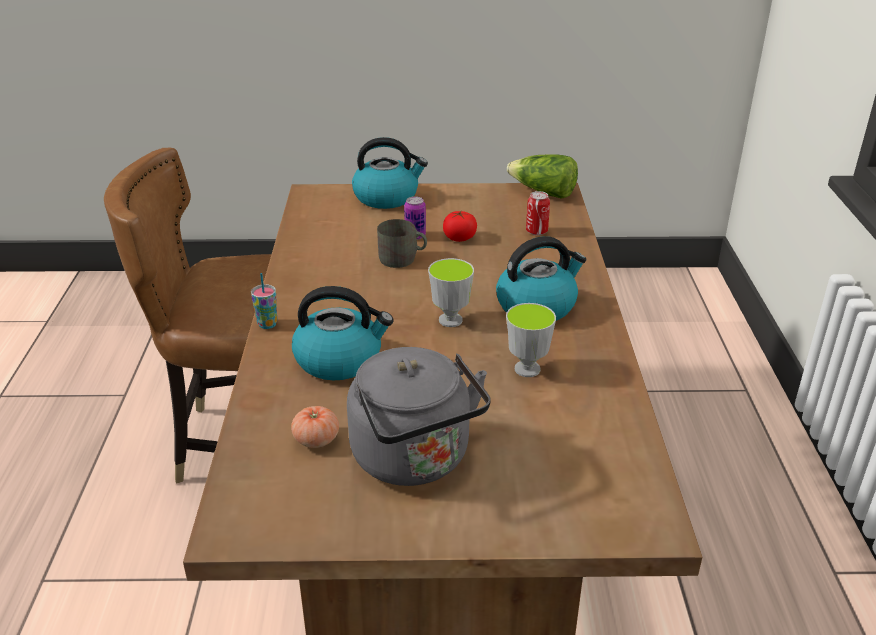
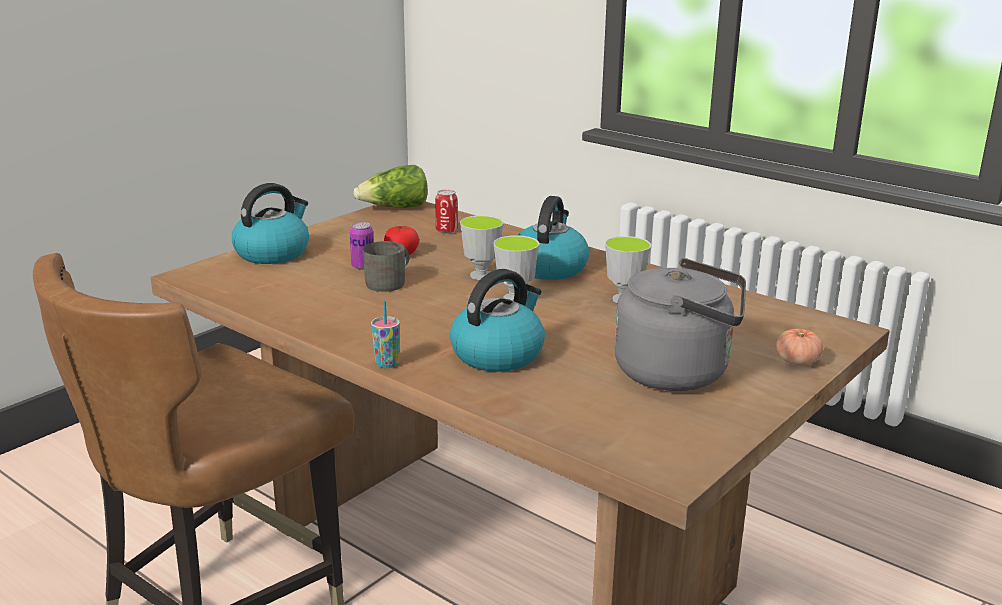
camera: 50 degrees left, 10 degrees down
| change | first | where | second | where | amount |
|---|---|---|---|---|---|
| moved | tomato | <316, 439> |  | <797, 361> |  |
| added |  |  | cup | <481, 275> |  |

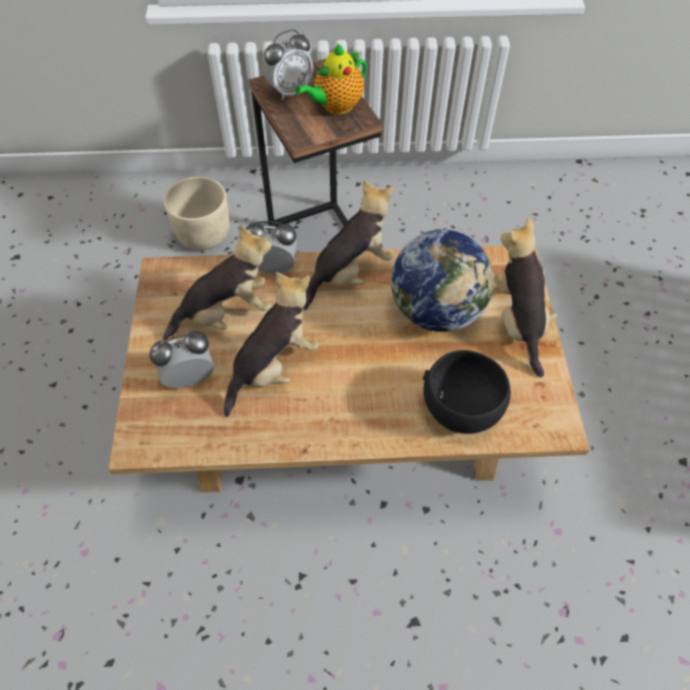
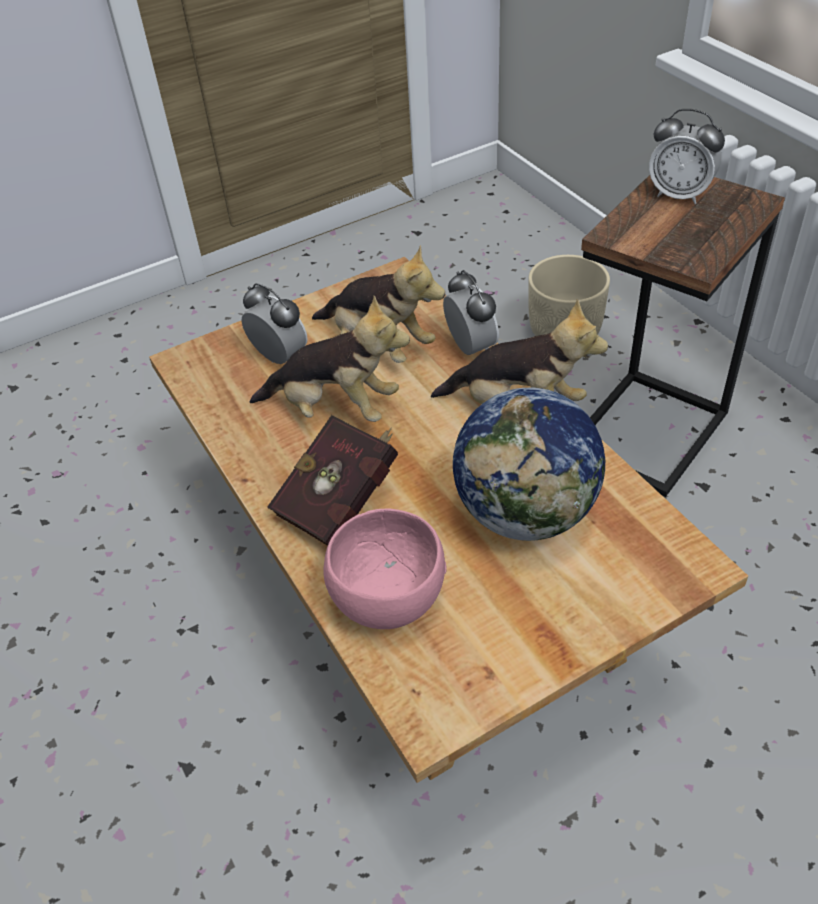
camera: 65 degrees right, 10 degrees down
| change | first | where | second | where | amount |
|---|---|---|---|---|---|
| removed | teapot | <336, 107> |  |  |  |
| recoloured | bowl (black) | <461, 410> | bowl (pink) | <387, 598> |  |
| removed | plush toy | <518, 321> |  |  |  |
| added |  |  | book (red) | <342, 500> |  |

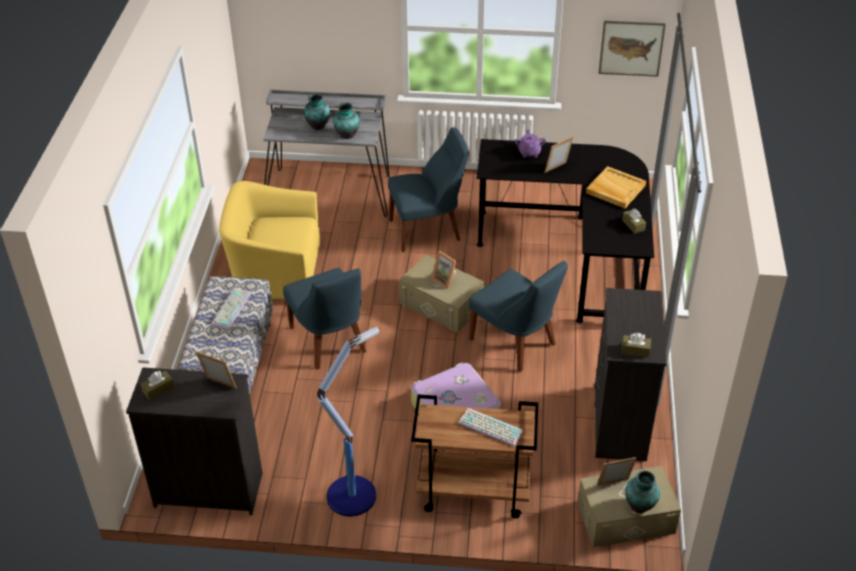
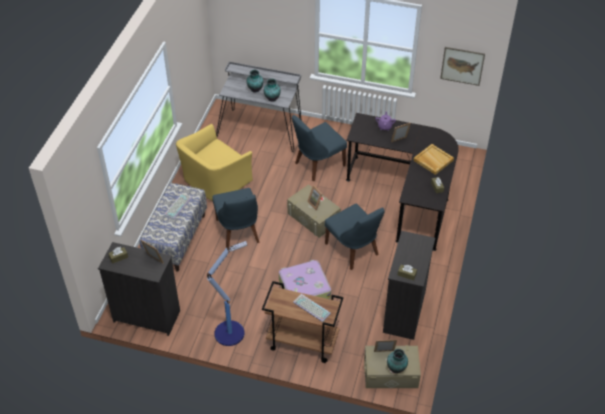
camera: 10 degrees right, 5 degrees up
| change | first | where | second | where | amount |
|---|---|---|---|---|---|
| turned | armchair (yellow) | <275, 272> |  | <215, 181> | 60 degrees counterclockwise |
| turned | chair (blue) | <428, 230> |  | <317, 165> | 150 degrees clockwise |

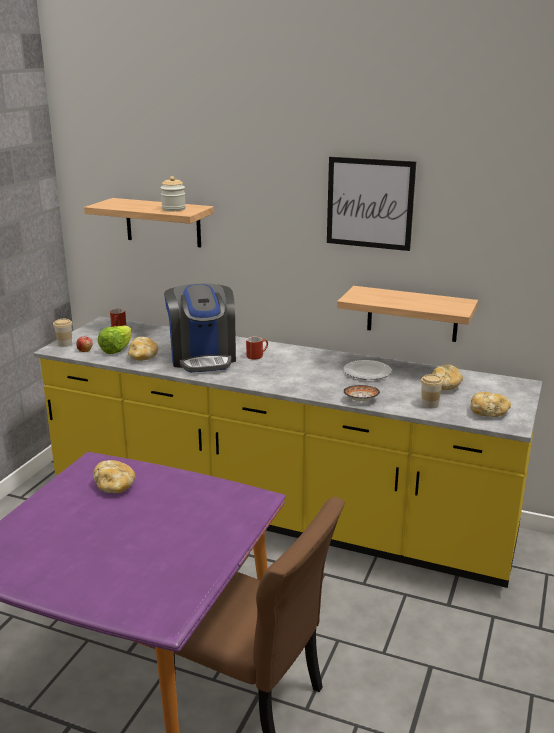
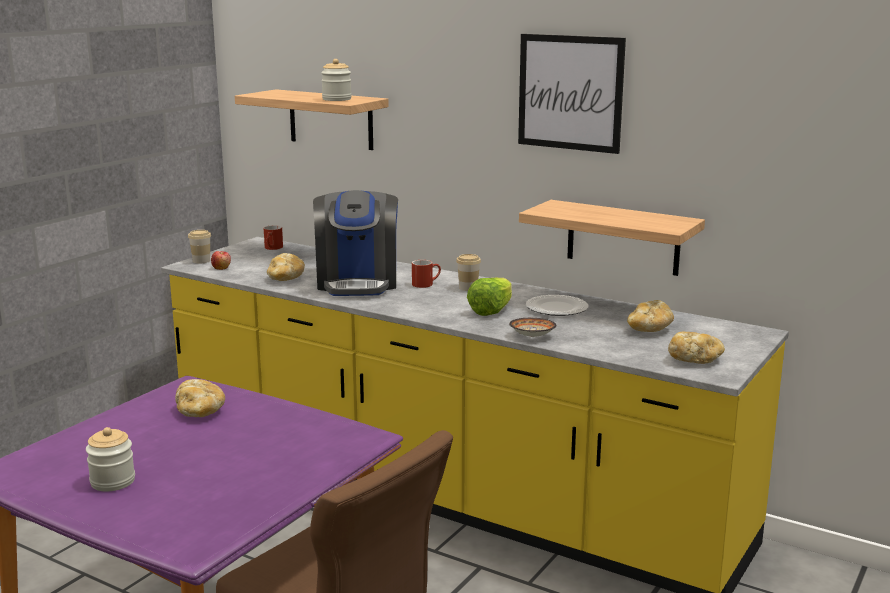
camera: 10 degrees right, 5 degrees down
| change | first | where | second | where | amount |
|---|---|---|---|---|---|
| moved | lettuce | <117, 349> |  | <491, 311> |  |
| moved | cup | <429, 404> |  | <468, 288> |  |
| added |  |  | jar | <113, 481> |  |

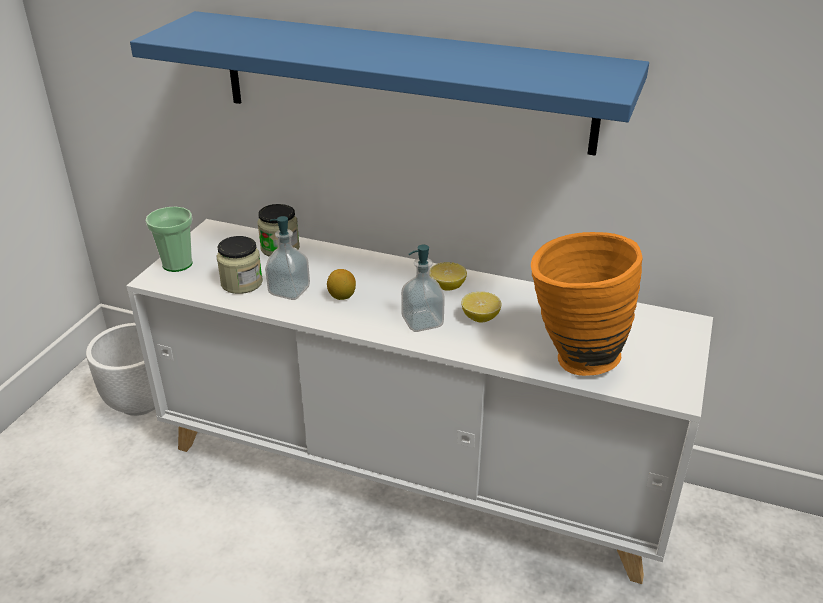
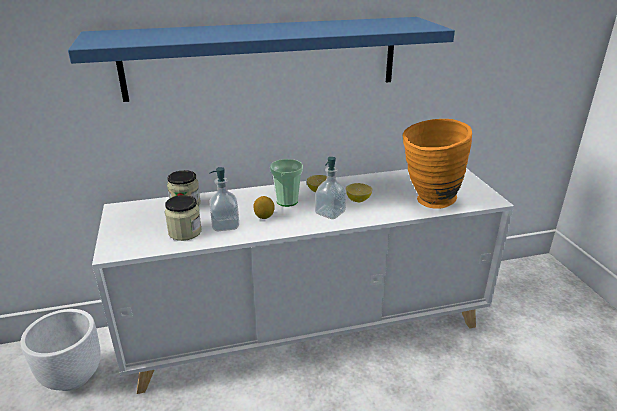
camera: 35 degrees left, 5 degrees down
| change | first | where | second | where | amount |
|---|---|---|---|---|---|
| moved | cup | <177, 264> |  | <287, 201> |  |

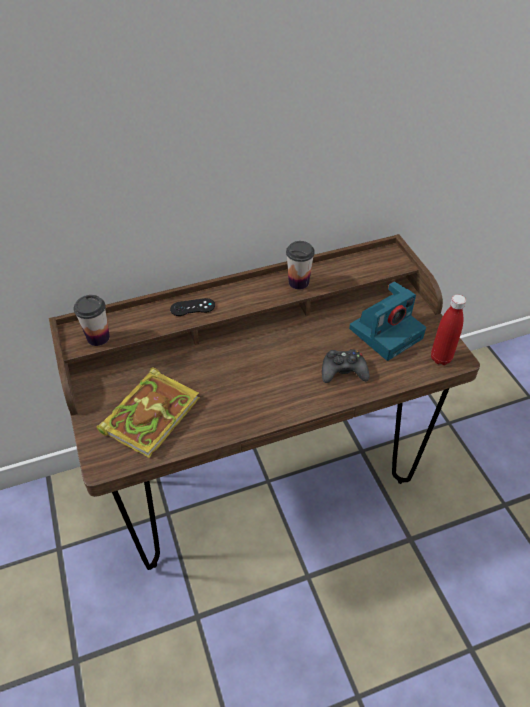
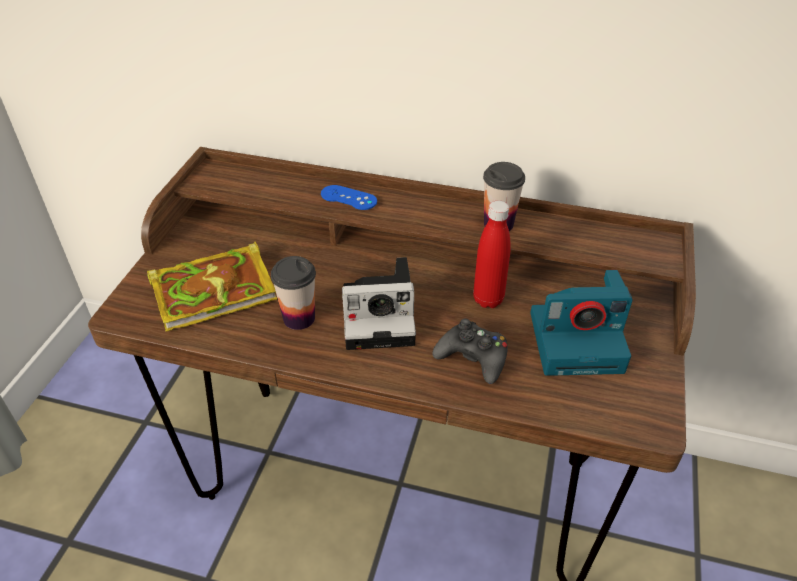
camera: 35 degrees right, 5 degrees down
| change | first | where | second | where | amount |
|---|---|---|---|---|---|
| moved | cup | <98, 337> |  | <299, 318> |  |
| recoloured | game controller (black) | <192, 307> | game controller (blue) | <348, 198> |  |
| moved | bottle (red) | <440, 358> |  | <488, 299> |  |
| added |  |  | photo camera | <382, 316> |  |

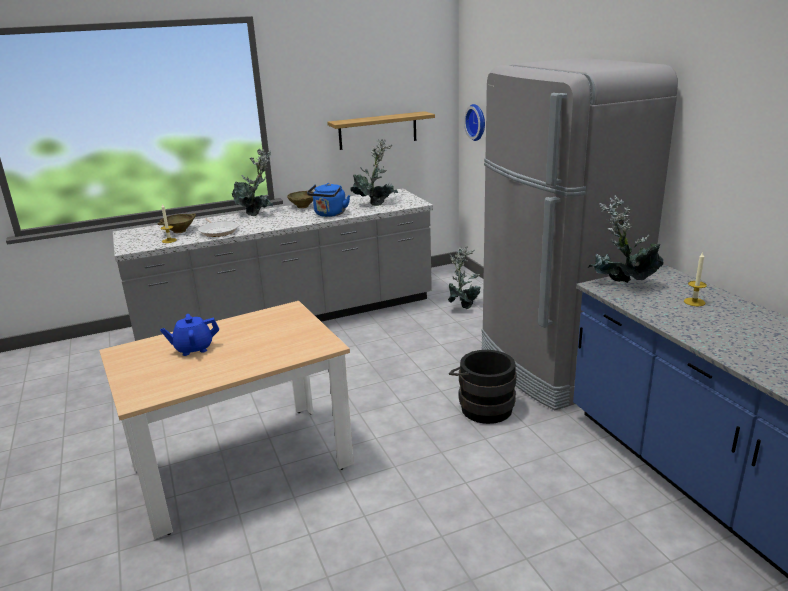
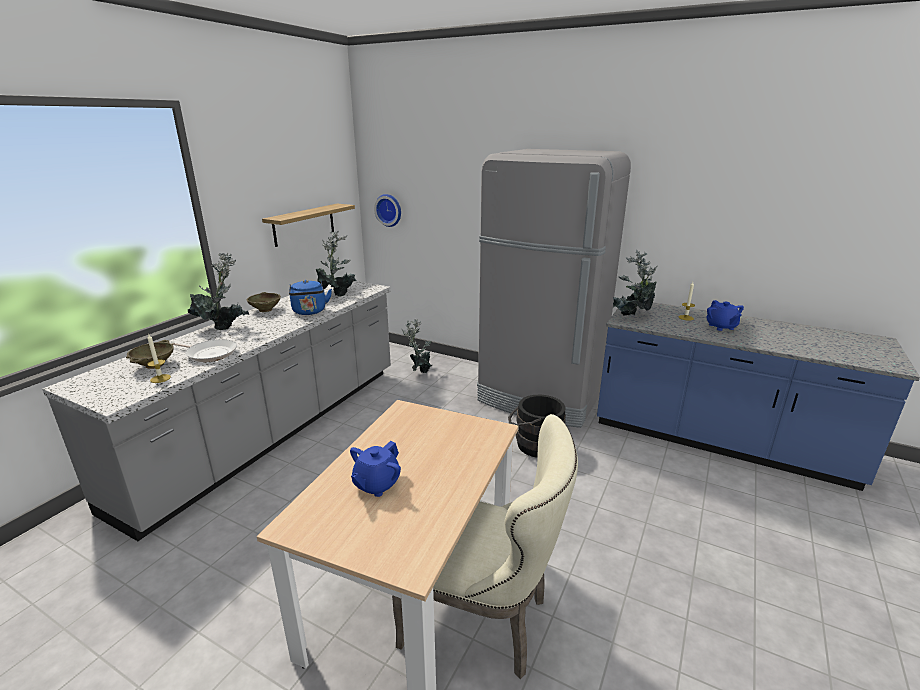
camera: 40 degrees left, 0 degrees up
| change | first | where | second | where | amount |
|---|---|---|---|---|---|
| added |  |  | chair (beige) | <484, 620> |  |
| added |  |  | teapot (blue) | <721, 327> |  |

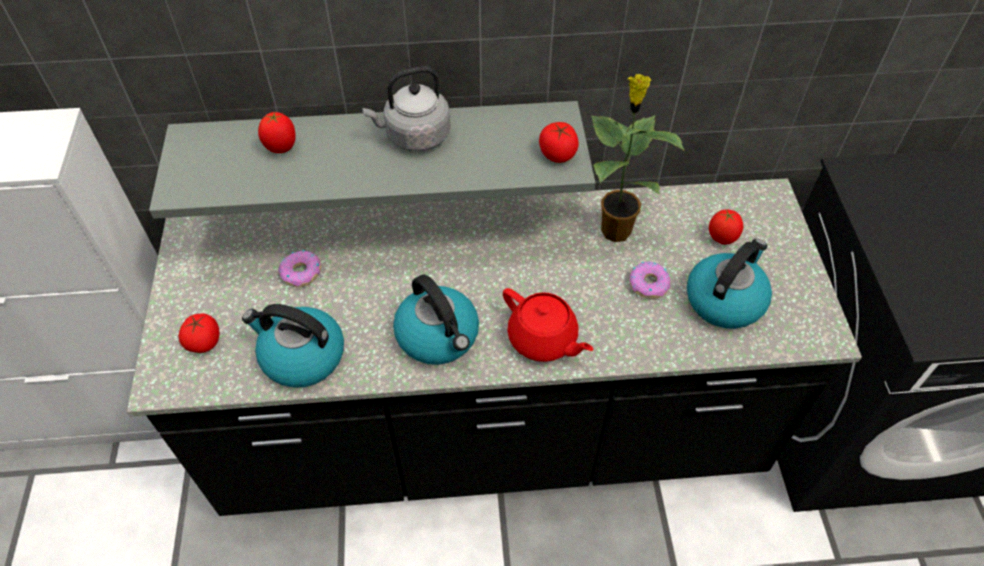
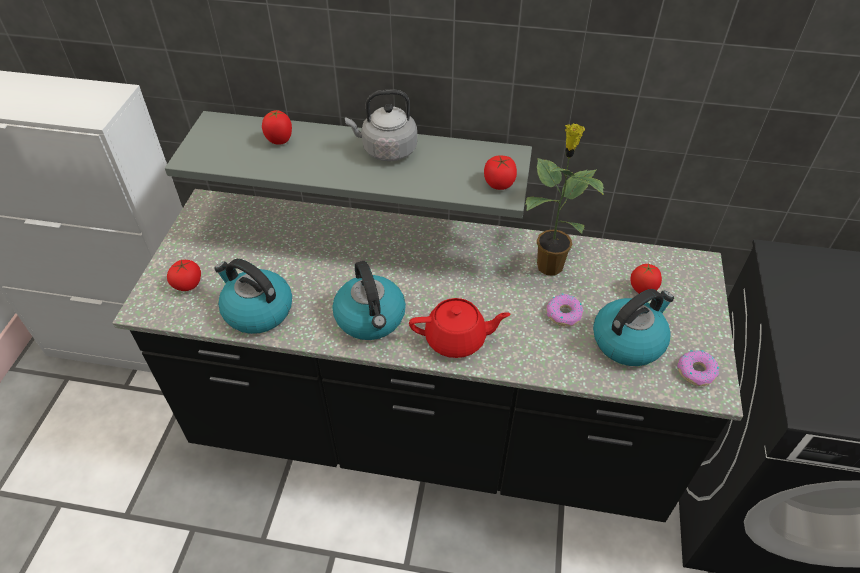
camera: 15 degrees right, 5 degrees down
| change | first | where | second | where | amount |
|---|---|---|---|---|---|
| moved | donut | <301, 273> |  | <696, 372> |  |
| turned | teapot (red) | <543, 339> |  | <457, 339> | 60 degrees counterclockwise |

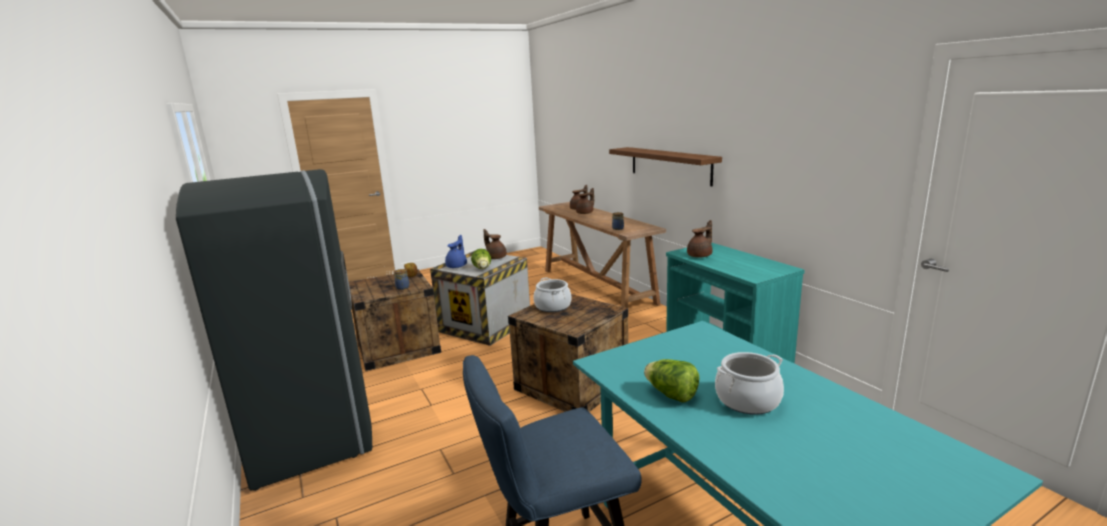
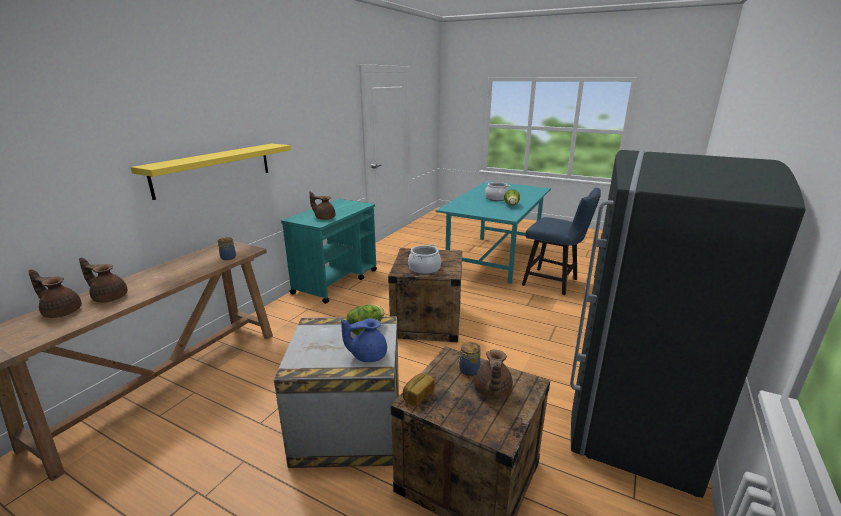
camera: 125 degrees left, 5 degrees up
| change | first | where | second | where | amount |
|---|---|---|---|---|---|
| moved | teapot (brown) | <496, 257> |  | <492, 392> |  |
| recoloured | shelf (brown) | <669, 165> | shelf (yellow) | <214, 169> |  |

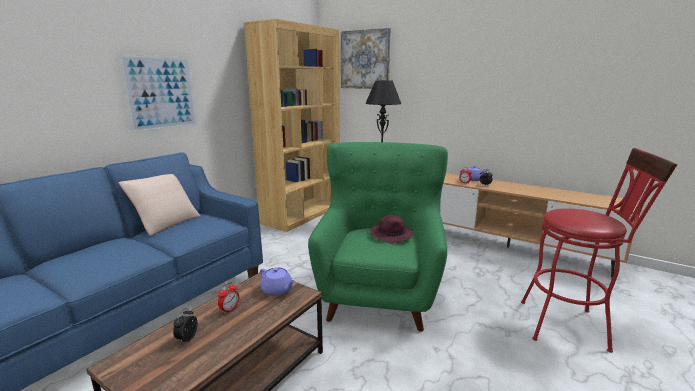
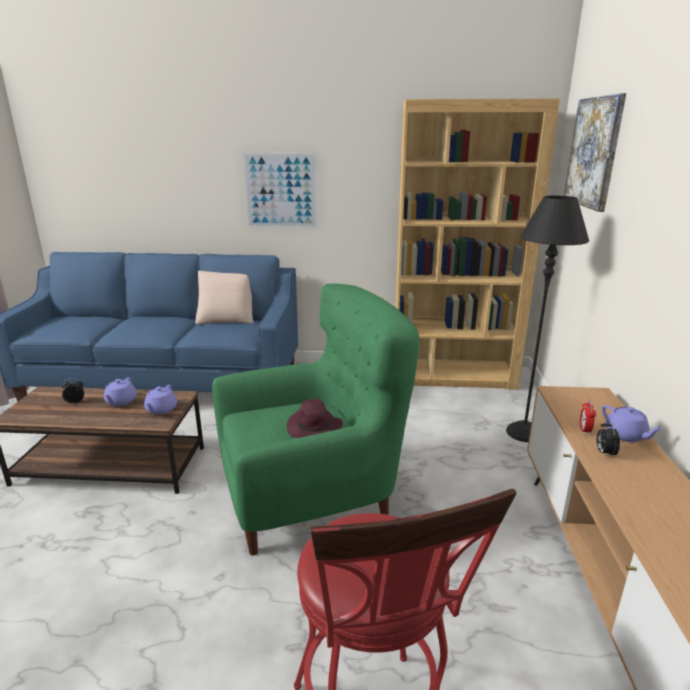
camera: 60 degrees right, 5 degrees up
| change | first | where | second | where | amount |
|---|---|---|---|---|---|
| replaced | alarm clock | <229, 309> | teapot (purple) | <121, 401> |  |

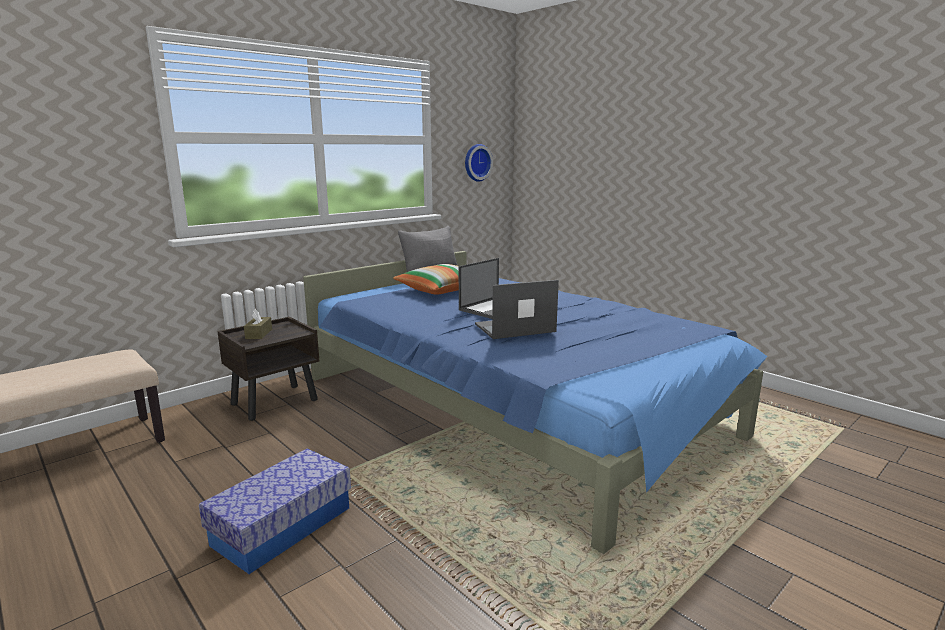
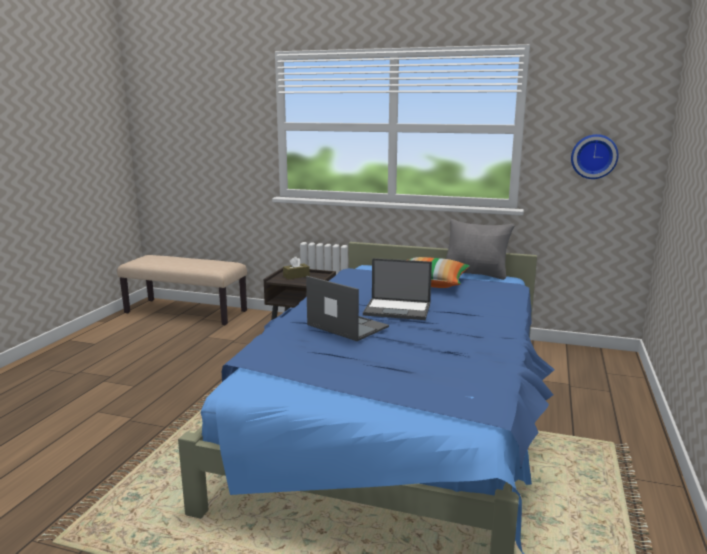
camera: 60 degrees right, 0 degrees up
| change | first | where | second | where | amount |
|---|---|---|---|---|---|
| removed | storage box | <282, 526> |  |  |  |

